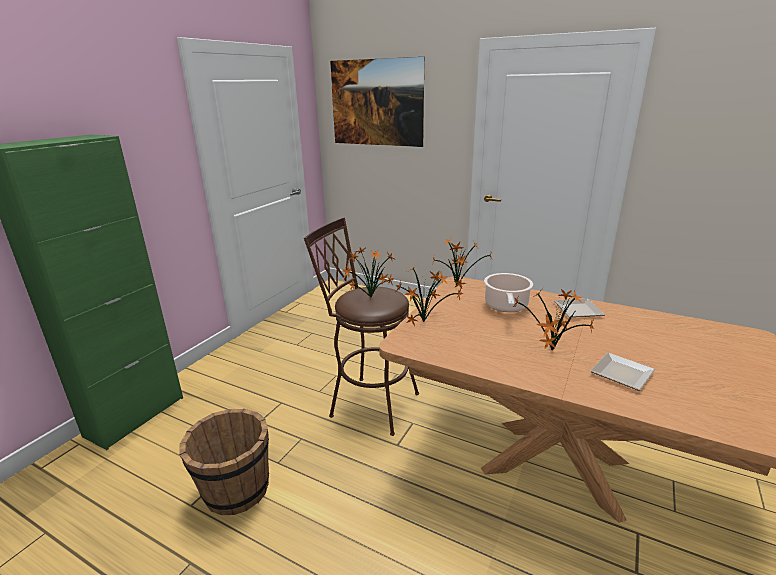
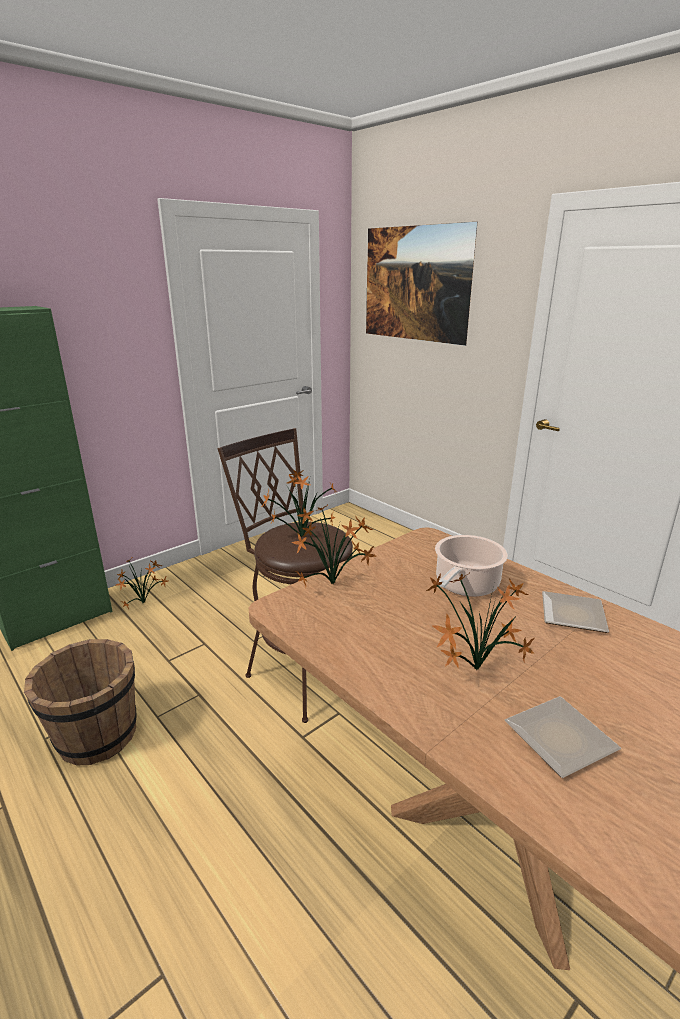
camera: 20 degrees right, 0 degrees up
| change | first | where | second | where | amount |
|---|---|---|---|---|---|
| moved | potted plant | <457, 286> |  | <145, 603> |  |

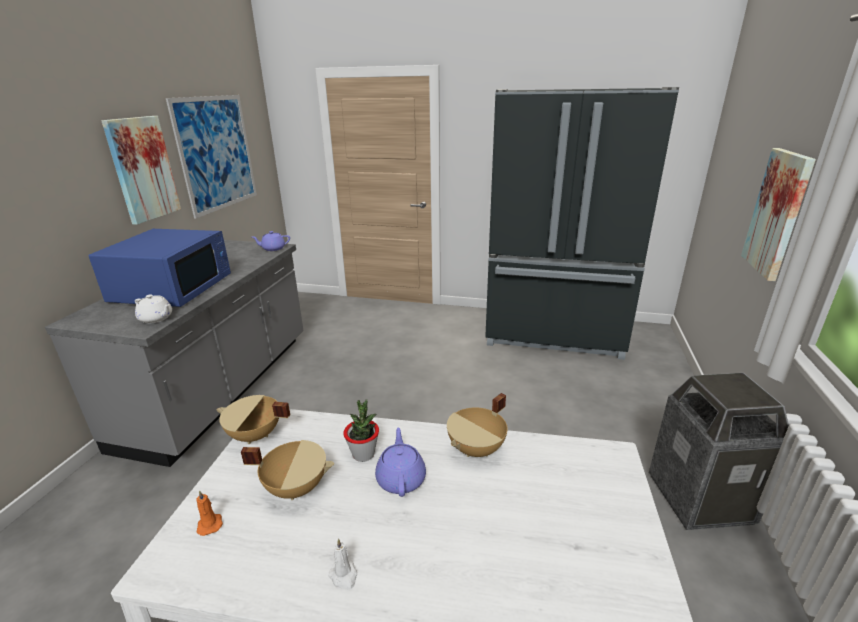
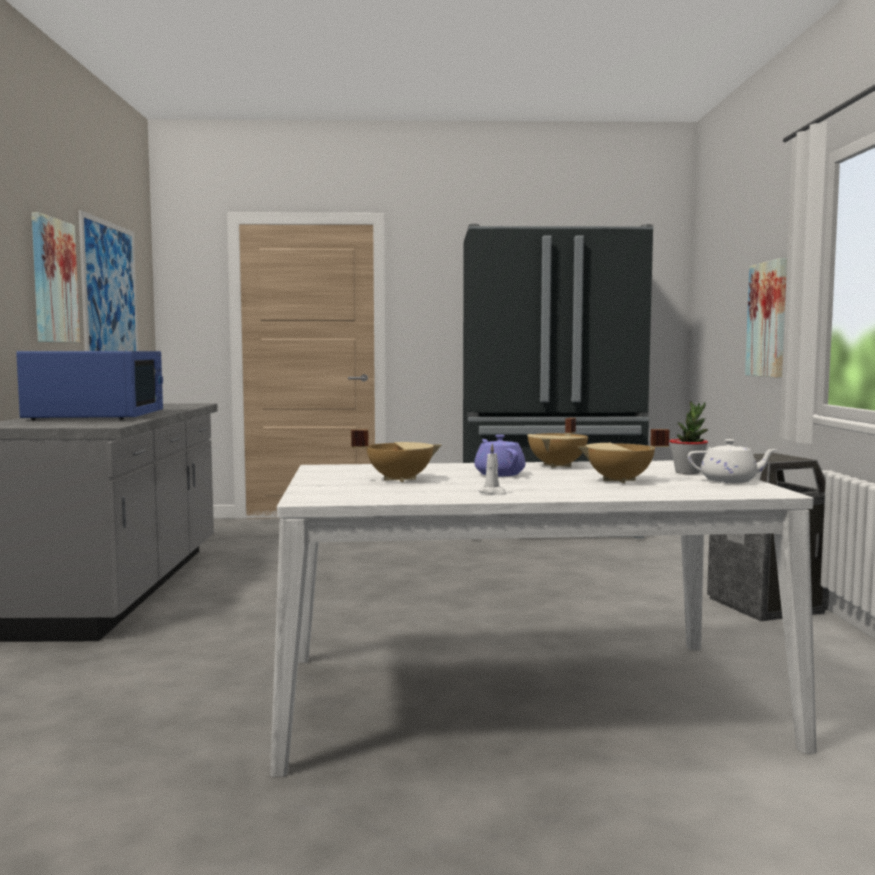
camera: 15 degrees left, 20 degrees down
| change | first | where | second | where | amount |
|---|---|---|---|---|---|
| moved | teapot (white) | <156, 318> |  | <730, 481> |  |
| removed | candle (orange) | <210, 524> |  |  |  |
| moved | cooking pot (beige) | <255, 436> |  | <620, 480> |  |
| removed | teapot (purple) | <273, 249> |  |  |  |
| moved | potted plant | <363, 454> |  | <687, 472> |  |

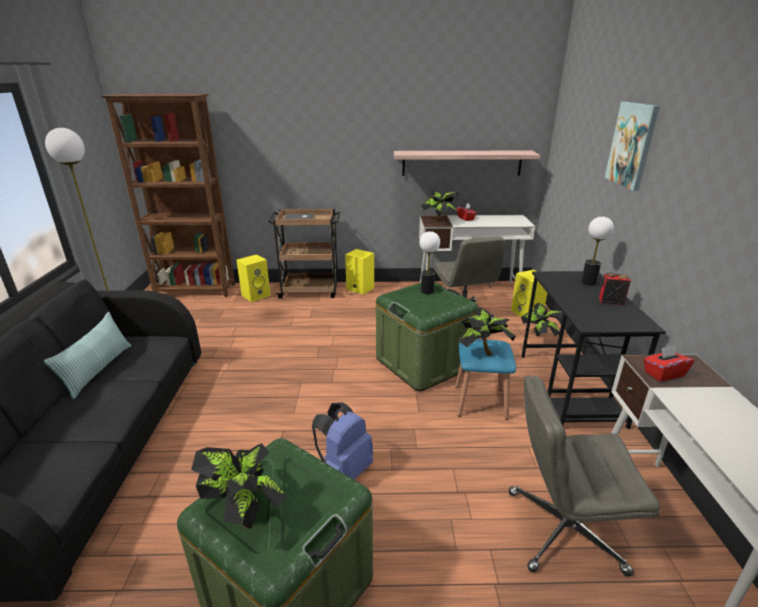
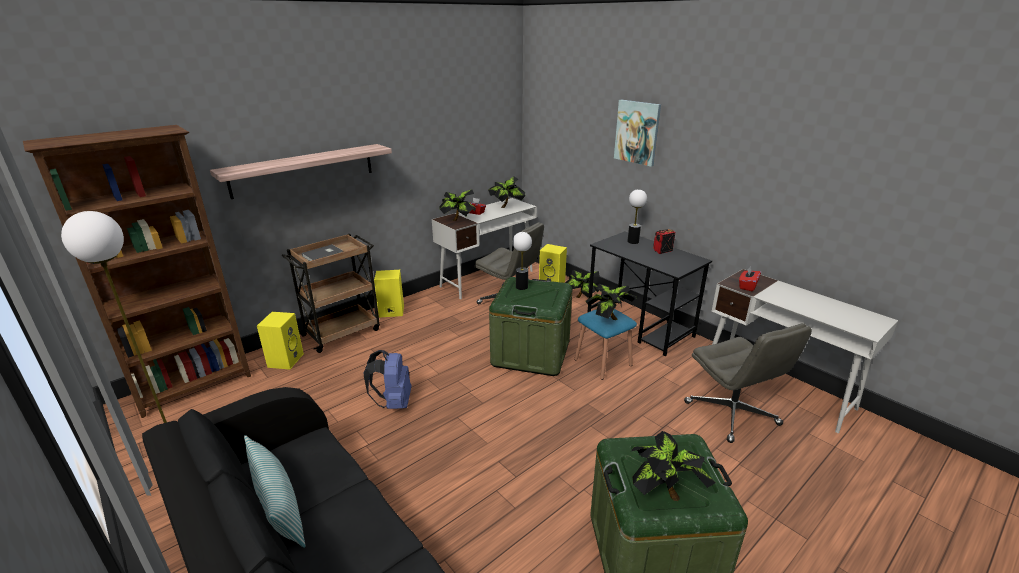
camera: 40 degrees left, 0 degrees up
| change | first | where | second | where | amount |
|---|---|---|---|---|---|
| moved | backpack (blue) | <344, 471> |  | <393, 403> |  |
| moved | shelf | <462, 163> |  | <303, 170> |  |
| turned | office chair (grey) | <562, 531> |  | <732, 414> | 75 degrees counterclockwise |
| added |  |  | potted plant | <507, 207> |  |

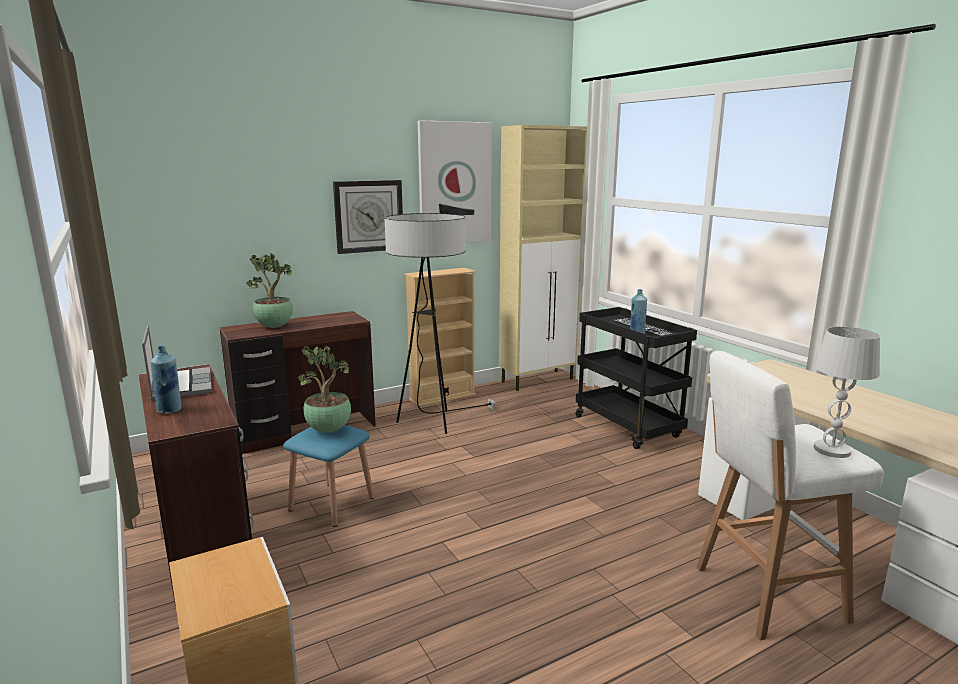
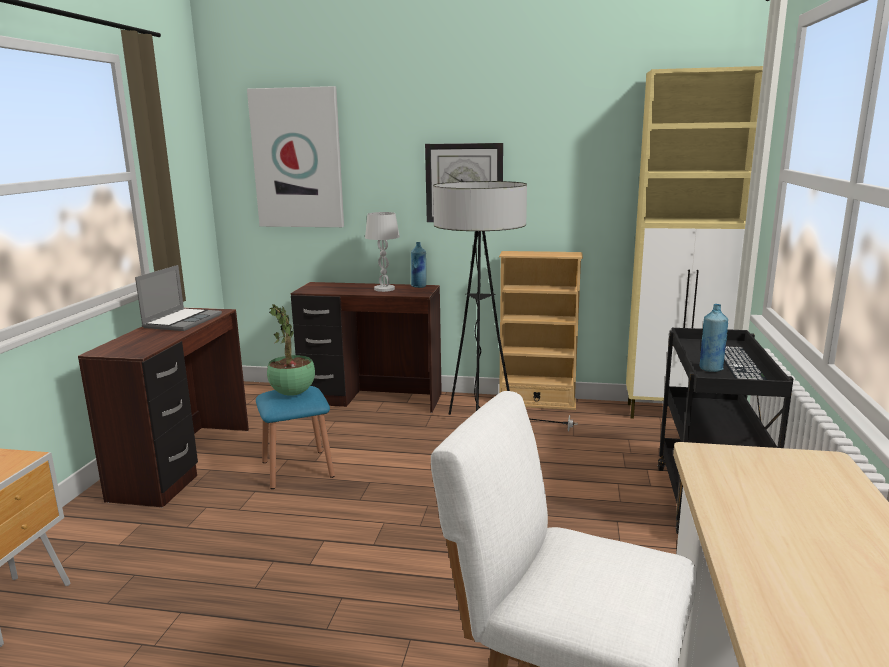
camera: 40 degrees right, 0 degrees up
| change | first | where | second | where | amount |
|---|---|---|---|---|---|
| moved | bottle (blue) | <170, 410> |  | <419, 286> |  |
| removed | potted plant | <275, 327> |  |  |  |
| moved | picture | <454, 184> |  | <297, 158> |  |
| moved | table lamp (white) | <832, 450> |  | <384, 289> |  |

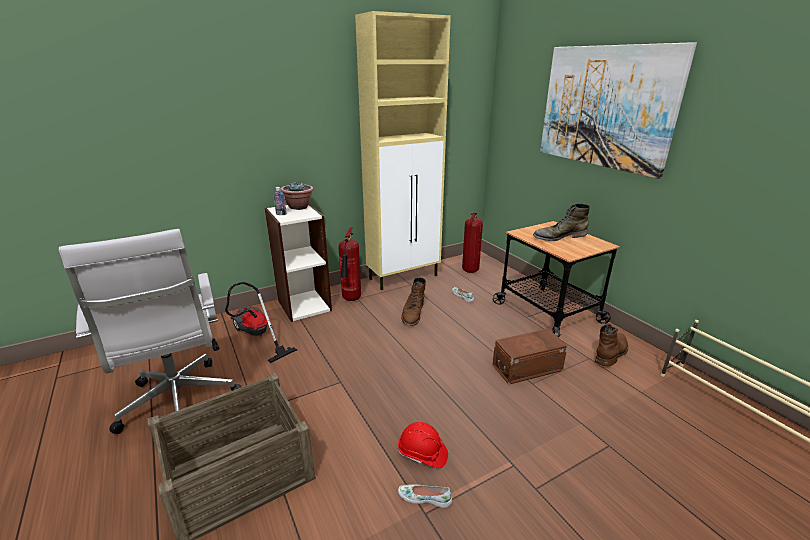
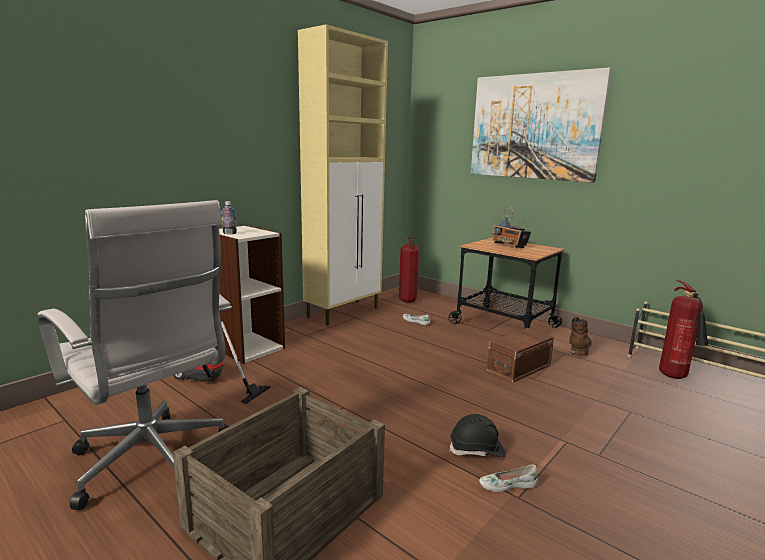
camera: 20 degrees left, 10 degrees down
| change | first | where | second | where | amount |
|---|---|---|---|---|---|
| removed | potted plant | <299, 207> |  |  |  |
| moved | fire extinguisher | <351, 300> |  | <675, 377> |  |
| recoloured | hard hat (red) | <422, 454> | hard hat (black) | <477, 450> |  |
| removed | boot (brown) | <413, 313> |  |  |  |
| replaced | boot (green) | <559, 236> | radio | <509, 246> |  |

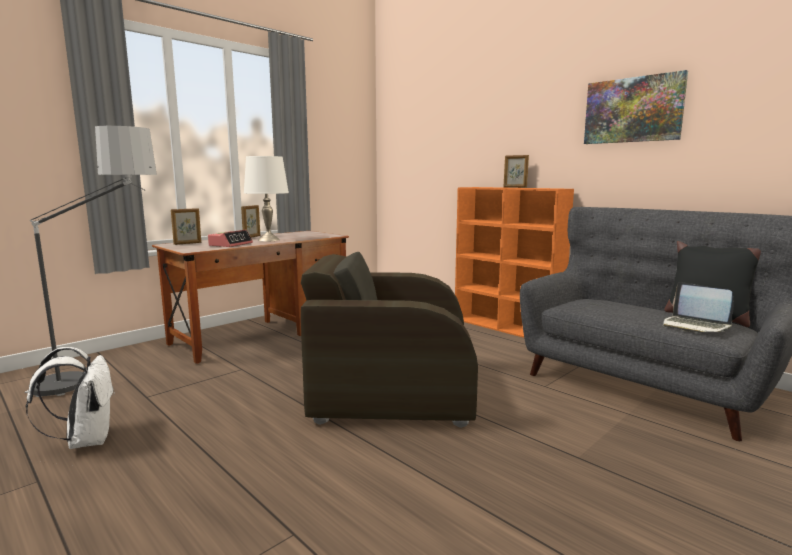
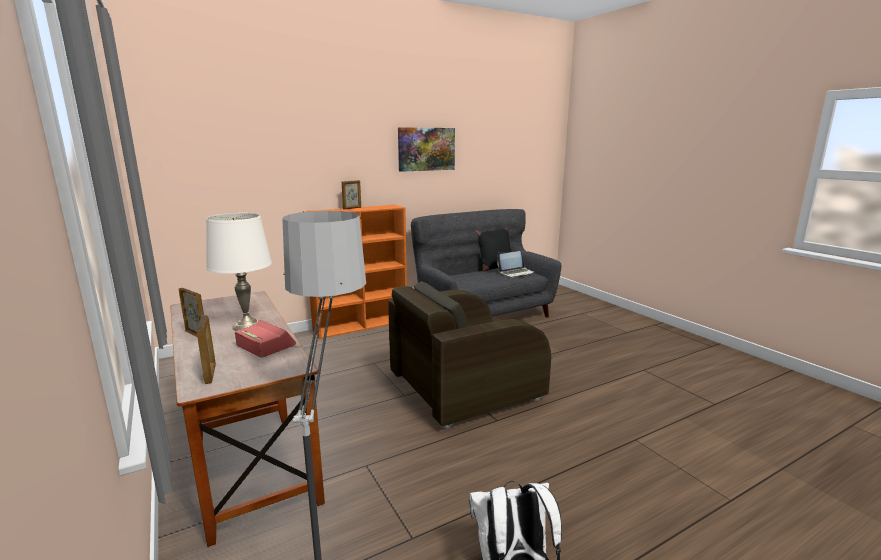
camera: 75 degrees left, 5 degrees up
| change | first | where | second | where | amount |
|---|---|---|---|---|---|
| turned | armchair (brown) | <391, 392> |  | <464, 388> | 45 degrees clockwise |

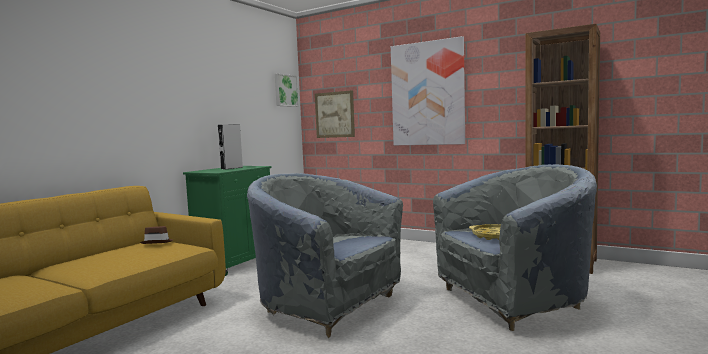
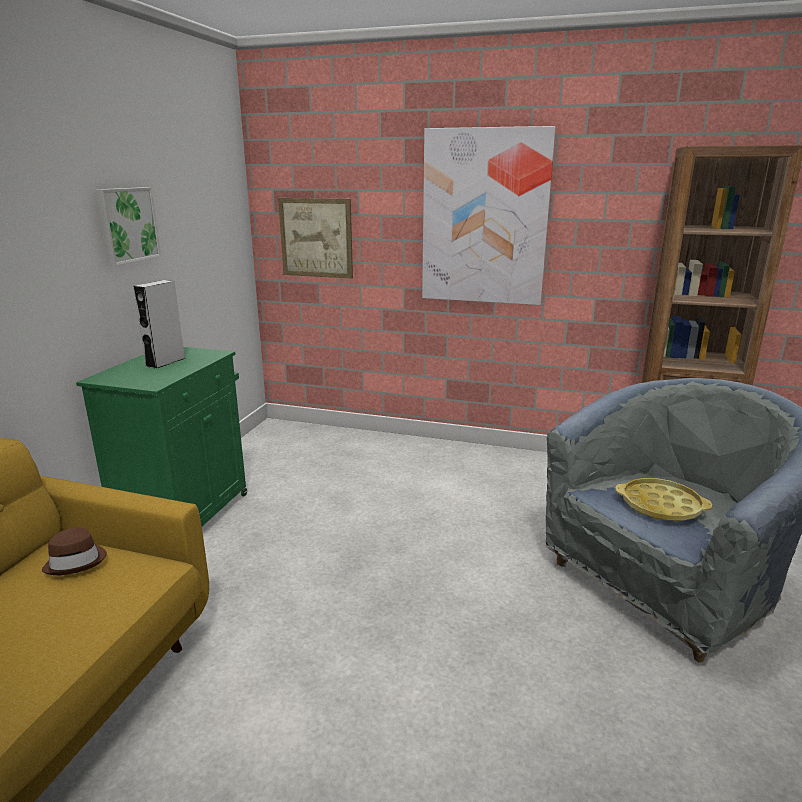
camera: 15 degrees left, 15 degrees up
| change | first | where | second | where | amount |
|---|---|---|---|---|---|
| removed | armchair (grey) | <327, 306> |  |  |  |
| moved | picture | <285, 90> |  | <126, 225> |  |

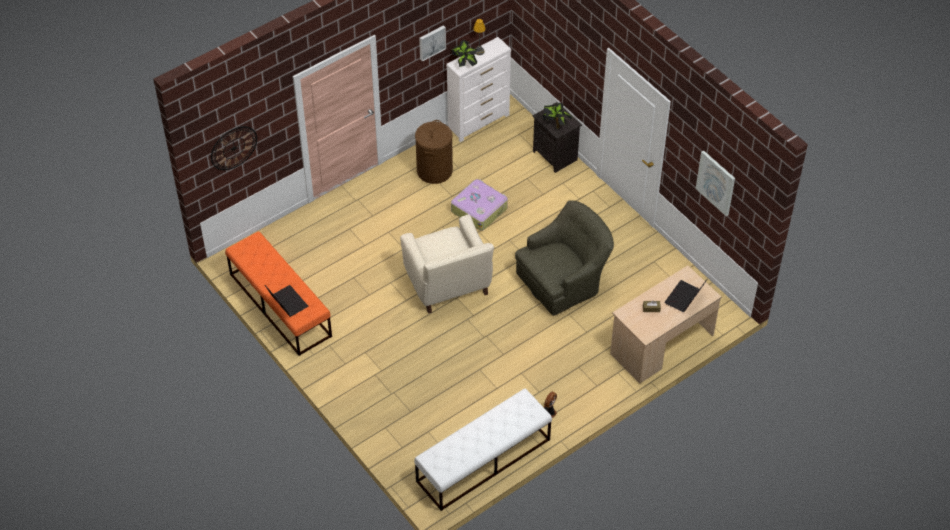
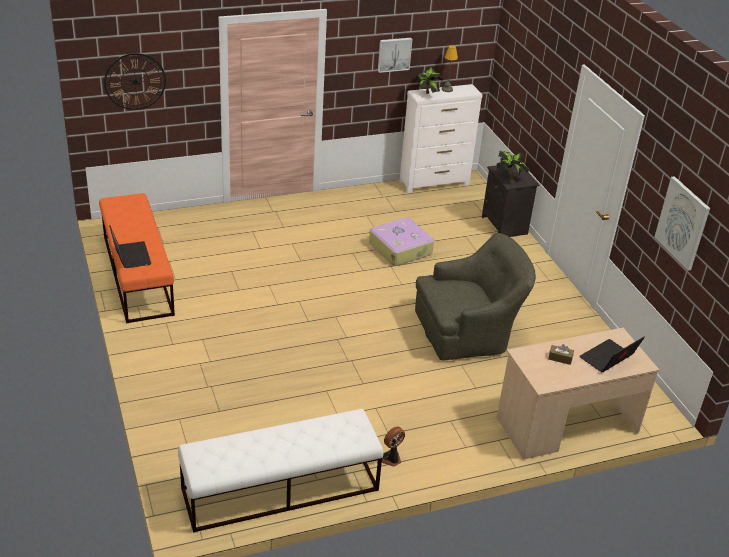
camera: 15 degrees right, 15 degrees down
| change | first | where | second | where | amount |
|---|---|---|---|---|---|
| removed | armchair (beige) | <448, 284> |  |  |  |
| removed | laundry basket (brown) | <434, 170> |  |  |  |

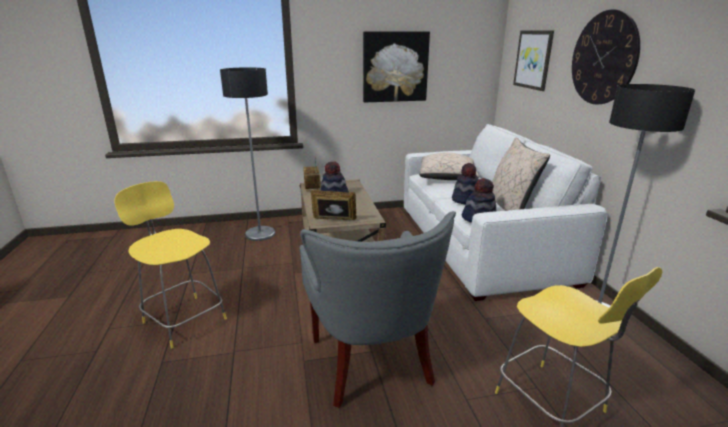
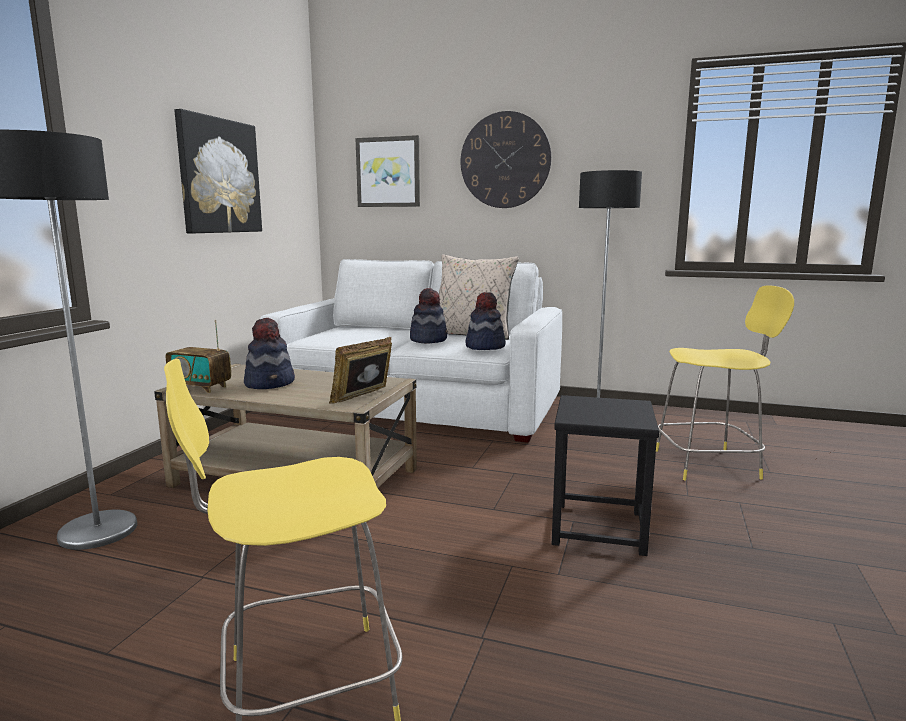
camera: 60 degrees left, 10 degrees down
| change | first | where | second | where | amount |
|---|---|---|---|---|---|
| replaced | armchair (grey) | <371, 364> | stool (black) | <599, 528> |  |
| removed | pillow (beige) | <447, 178> |  |  |  |

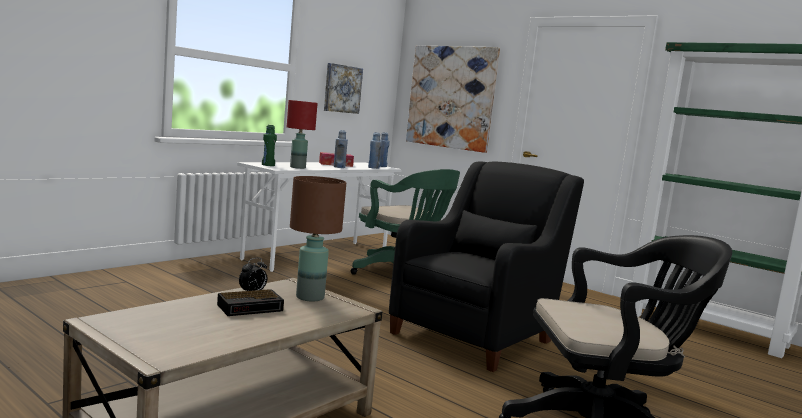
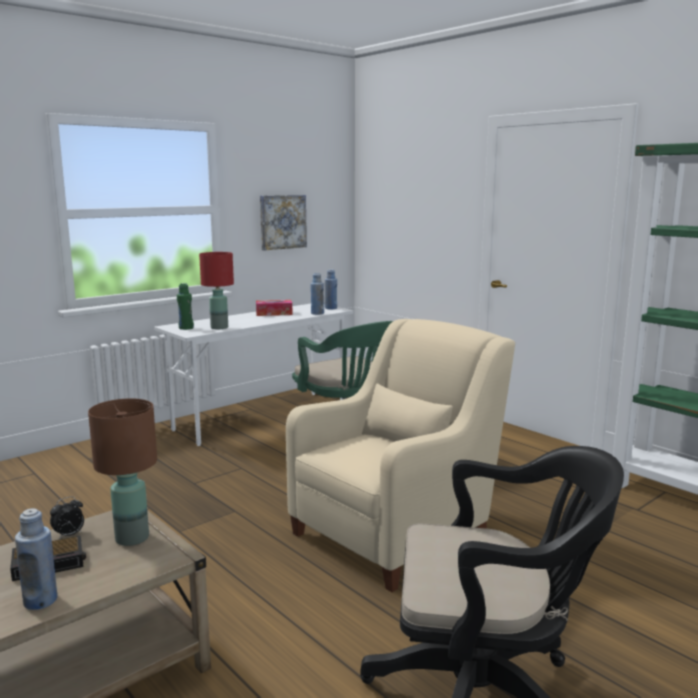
camera: 10 degrees right, 5 degrees up
| change | first | where | second | where | amount |
|---|---|---|---|---|---|
| moved | bottle (blue) | <339, 167> |  | <40, 600> |  |
| recoloured | armchair (black) | <476, 335> | armchair (beige) | <397, 531> |  |
| removed | picture | <451, 97> |  |  |  |

